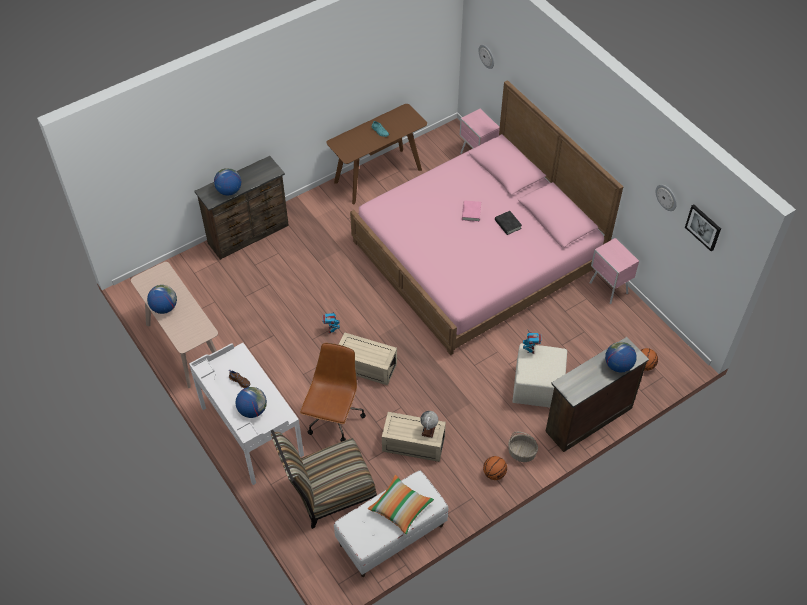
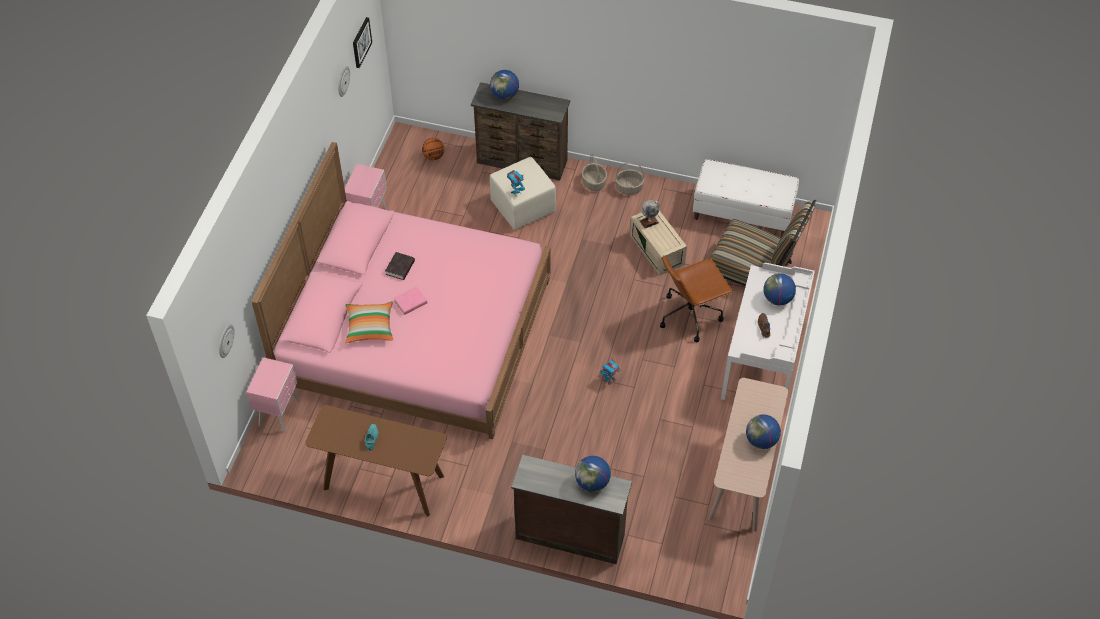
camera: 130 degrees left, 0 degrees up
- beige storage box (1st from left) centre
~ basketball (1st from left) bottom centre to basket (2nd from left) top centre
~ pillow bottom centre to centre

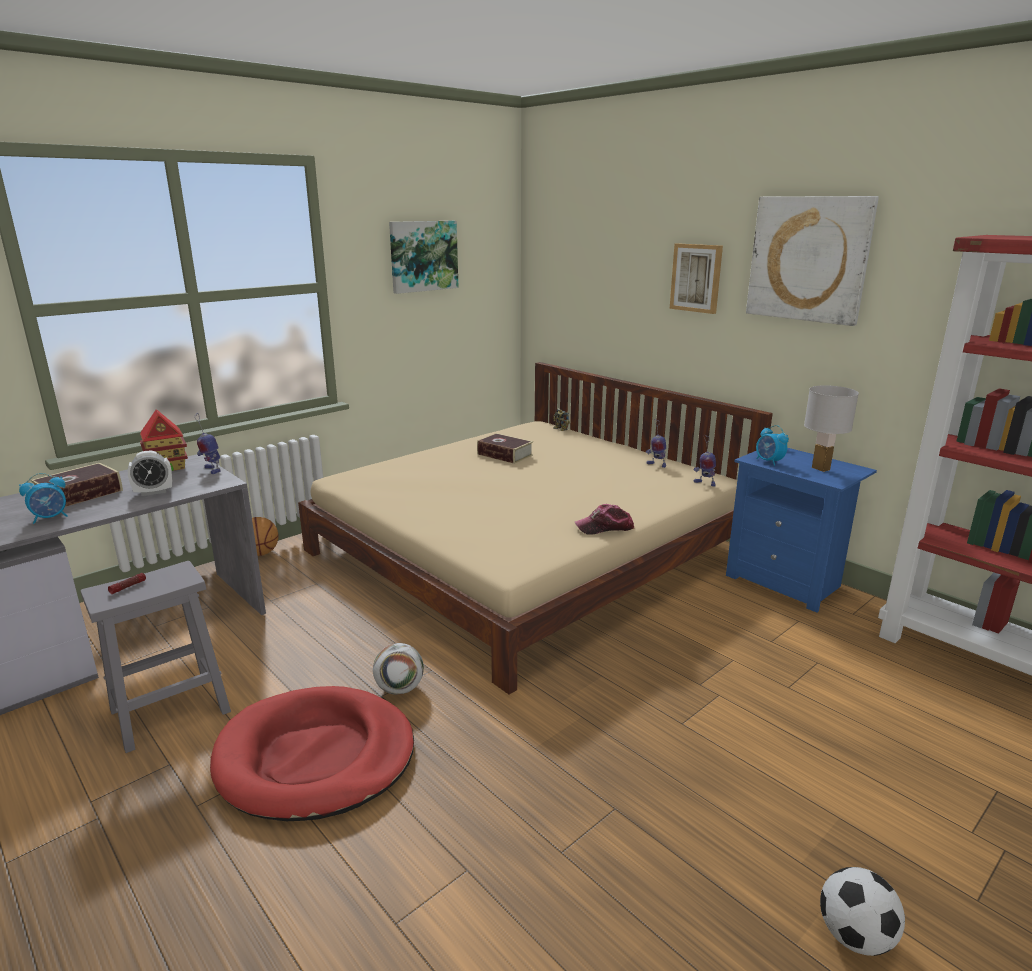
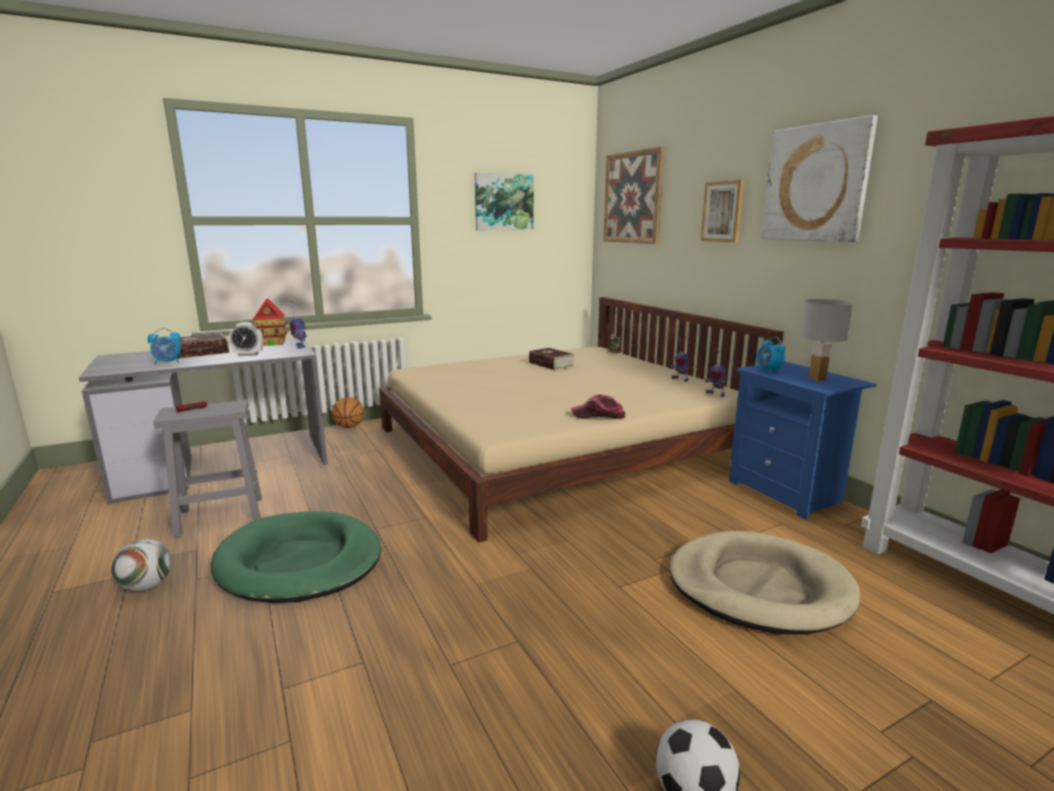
camera: 15 degrees right, 5 degrees down
~ football (1st from left) bottom centre to bottom left
~ red dog bed bottom left to green dog bed bottom left
+ picture (2nd from left) top centre
+ beige dog bed bottom right

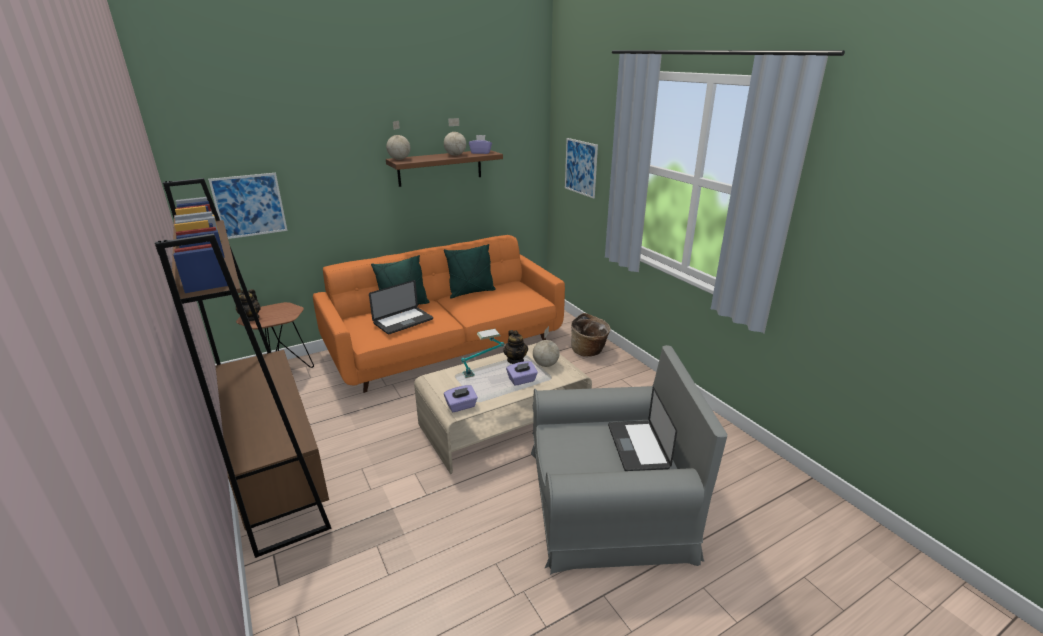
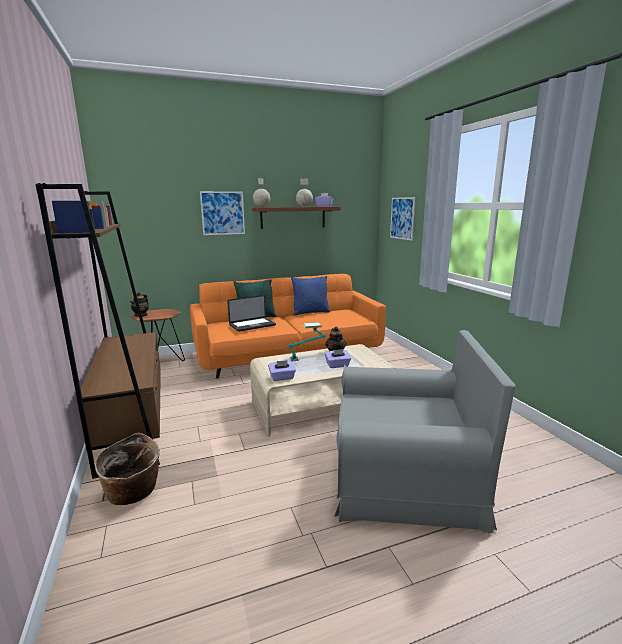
camera: 10 degrees right, 10 degrees down
~ picture (1st from left) top left to top centre
~ green pillow (2nd from left) centre to blue pillow centre
~ basket centre to bottom left
- globe (3rd from left) centre
- laptop (2nd from left) bottom centre

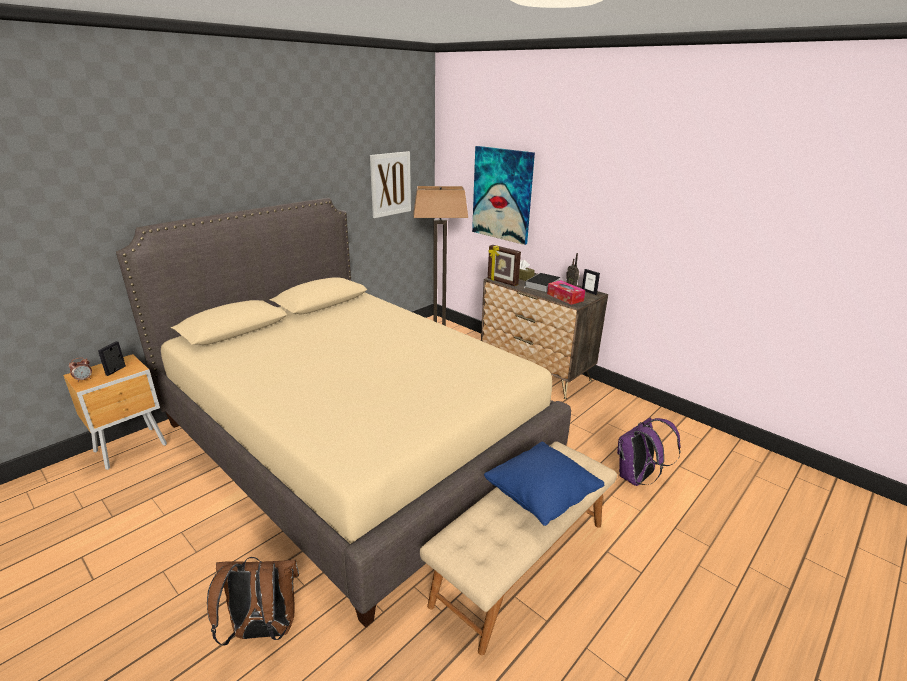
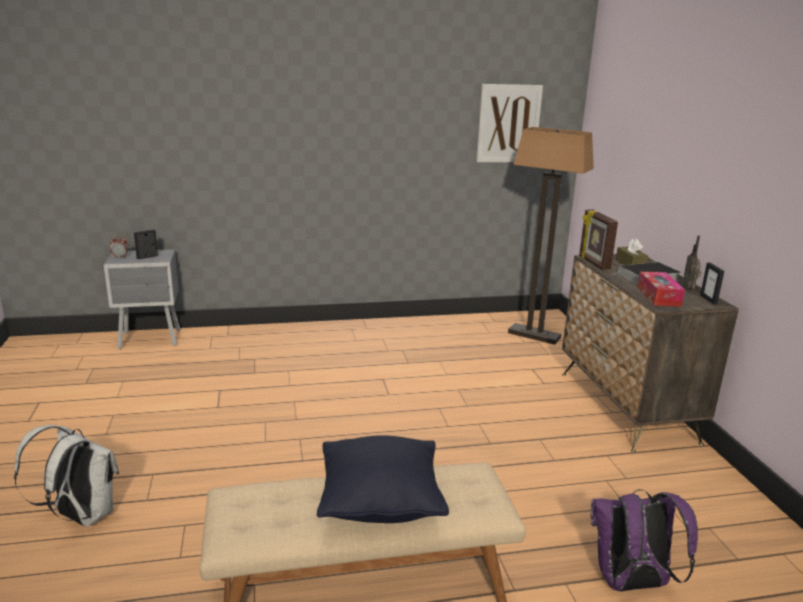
camera: 35 degrees right, 5 degrees down
- picture (2nd from left) top centre
- beige bed centre
~ brown nightstand middle left to grey nightstand middle left
~ blue pillow bottom centre to black pillow bottom centre
~ brown backpack bottom left to white backpack bottom left

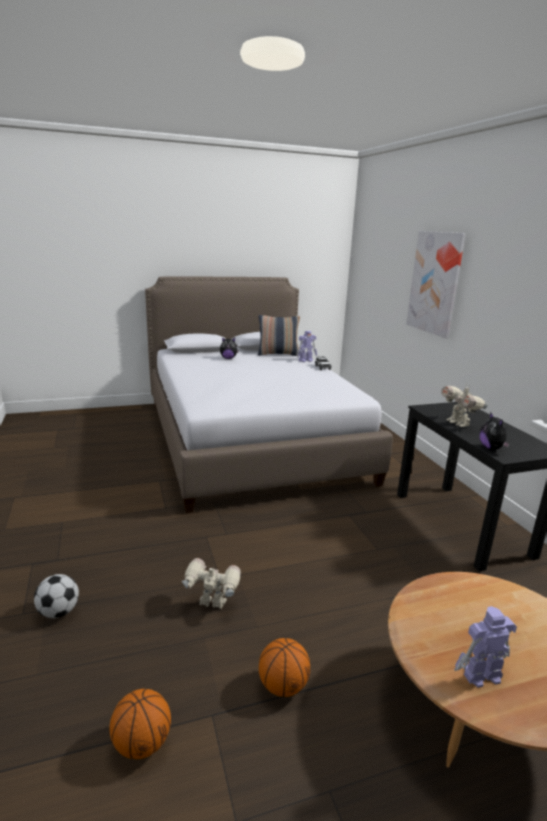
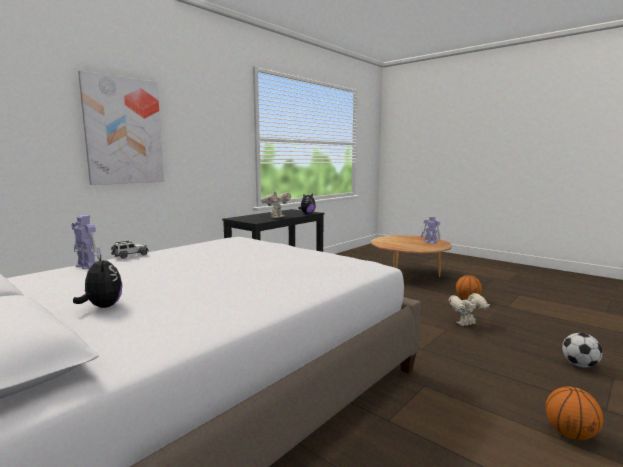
camera: 120 degrees left, 10 degrees down
- pillow centre
~ toy robot (1st from left in the first image) bottom centre = middle right 90 degrees clockwise
~ basketball (1st from left in the first image) bottom left to basketball (2nd from left) bottom right

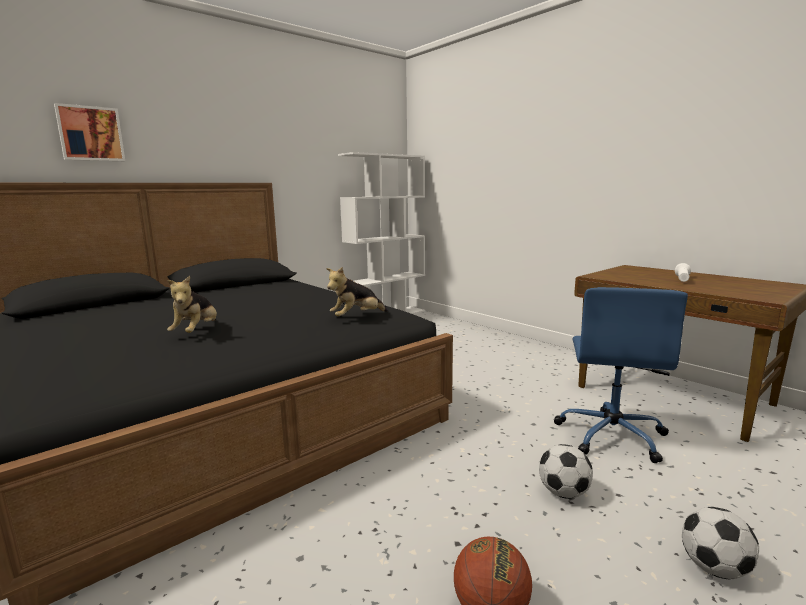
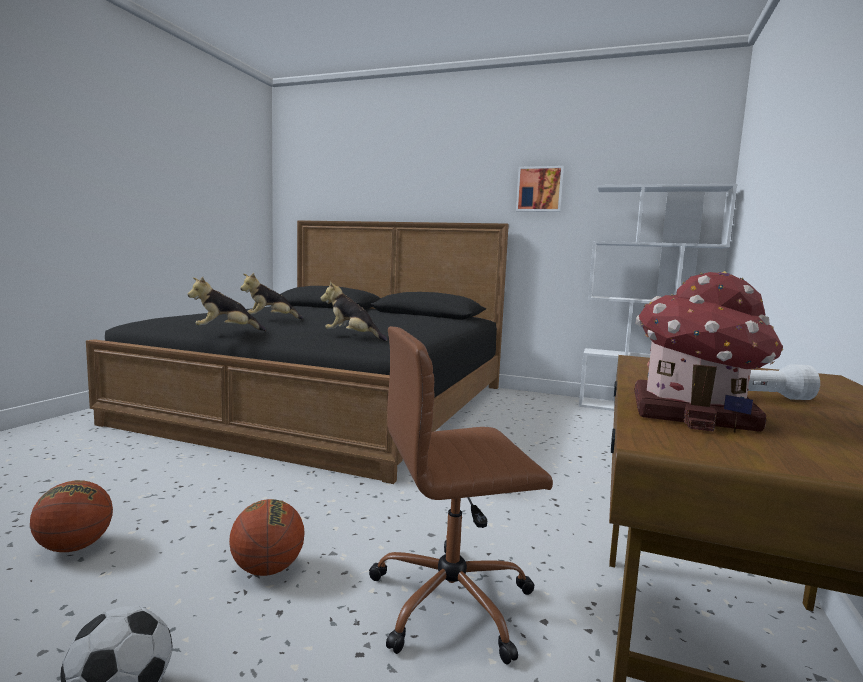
camera: 60 degrees right, 5 degrees down
~ picture top left to top centre
~ blue office chair middle right to brown office chair bottom centre
~ football (1st from left) bottom right to basketball (2nd from left) bottom left
+ toy house middle right
+ plush toy (1st from left) middle left

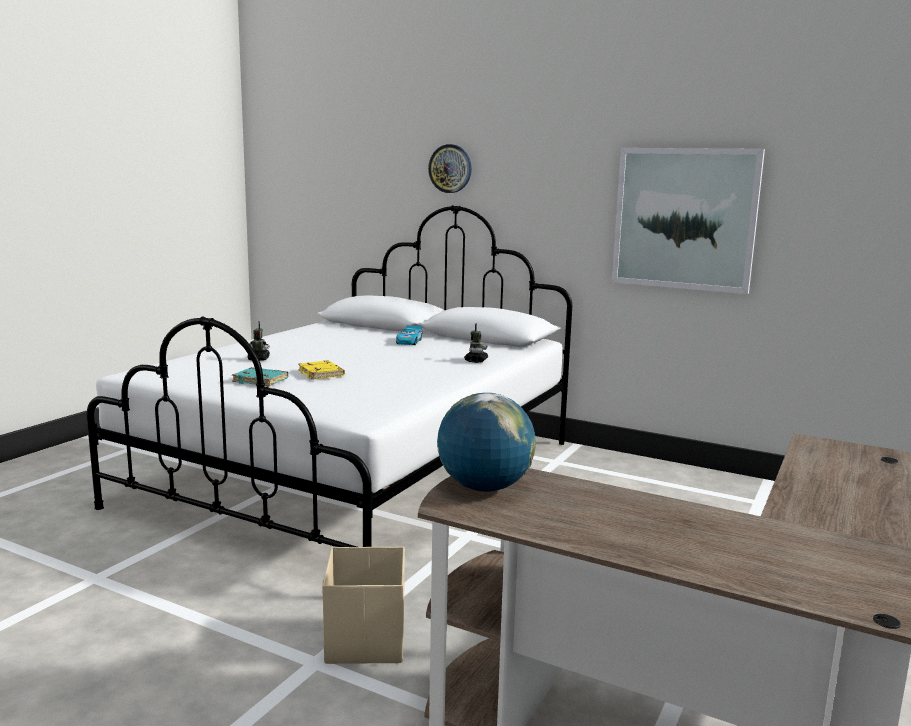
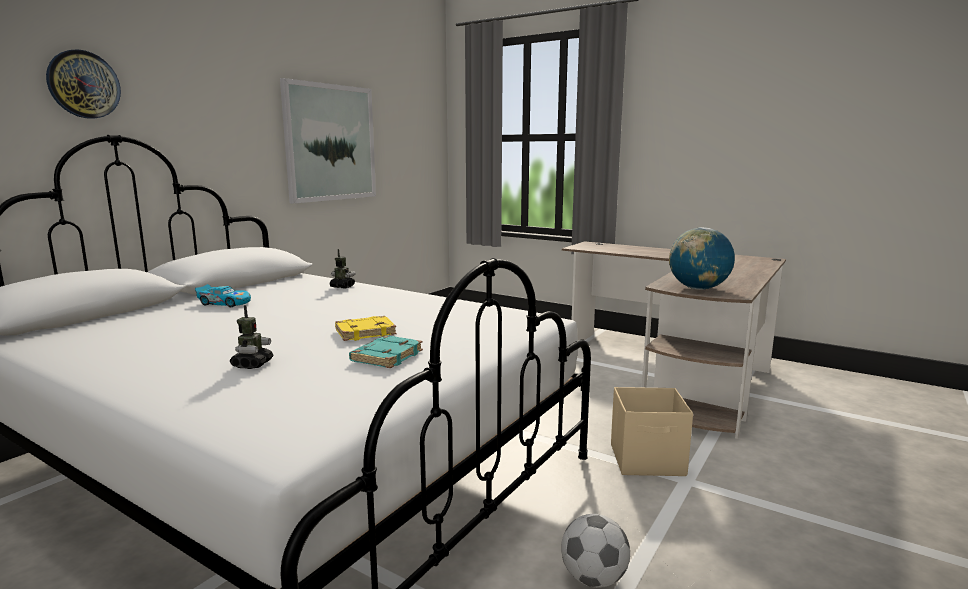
camera: 85 degrees left, 0 degrees up
+ football bottom centre

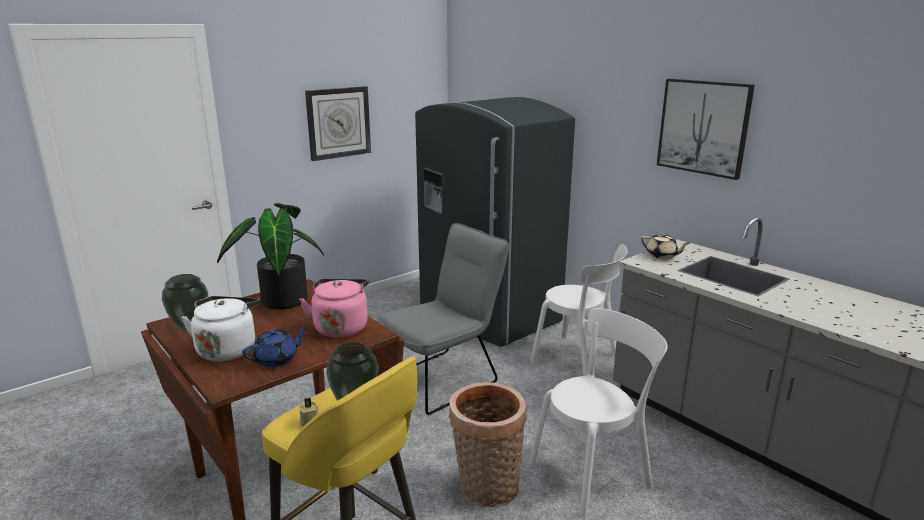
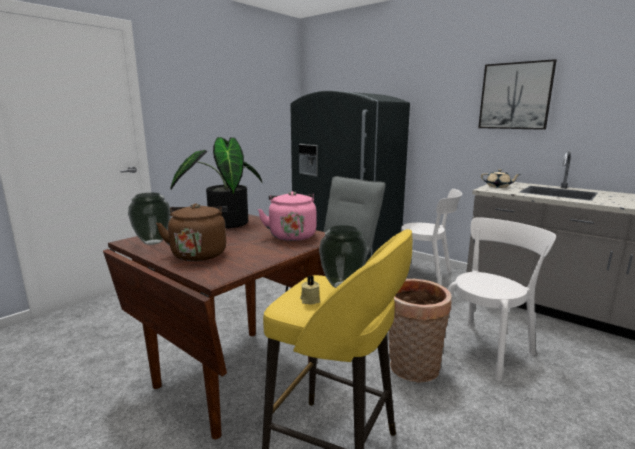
camera: 10 degrees left, 5 degrees down
- wall clock top centre
~ white kettle middle left to brown kettle middle left
- blue teapot bottom left

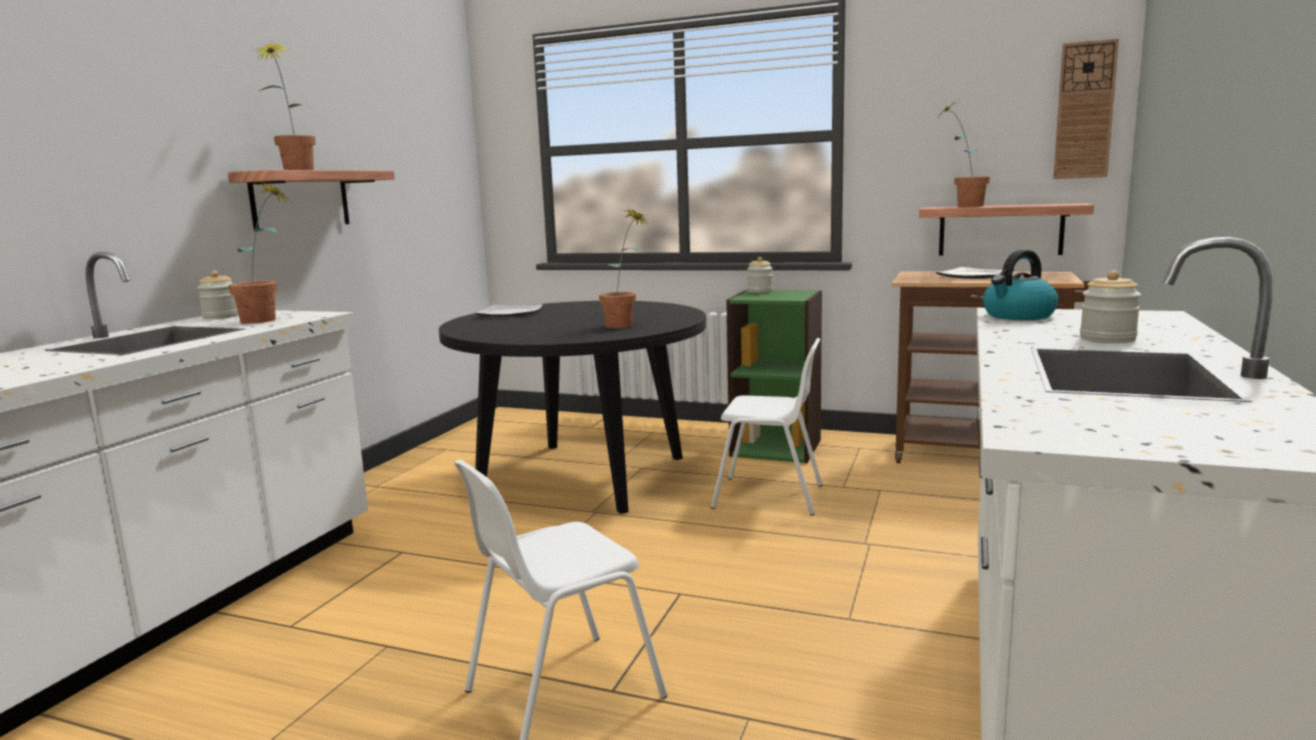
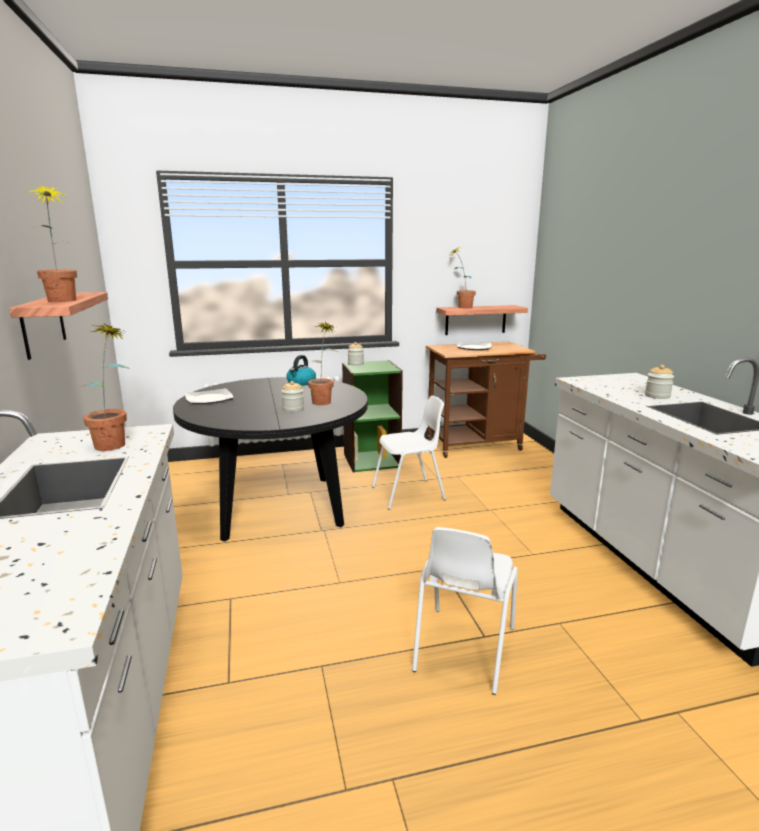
camera: 35 degrees left, 5 degrees up
- wall clock top right
~ kettle middle right to centre
~ jar (1st from left) middle left to centre

